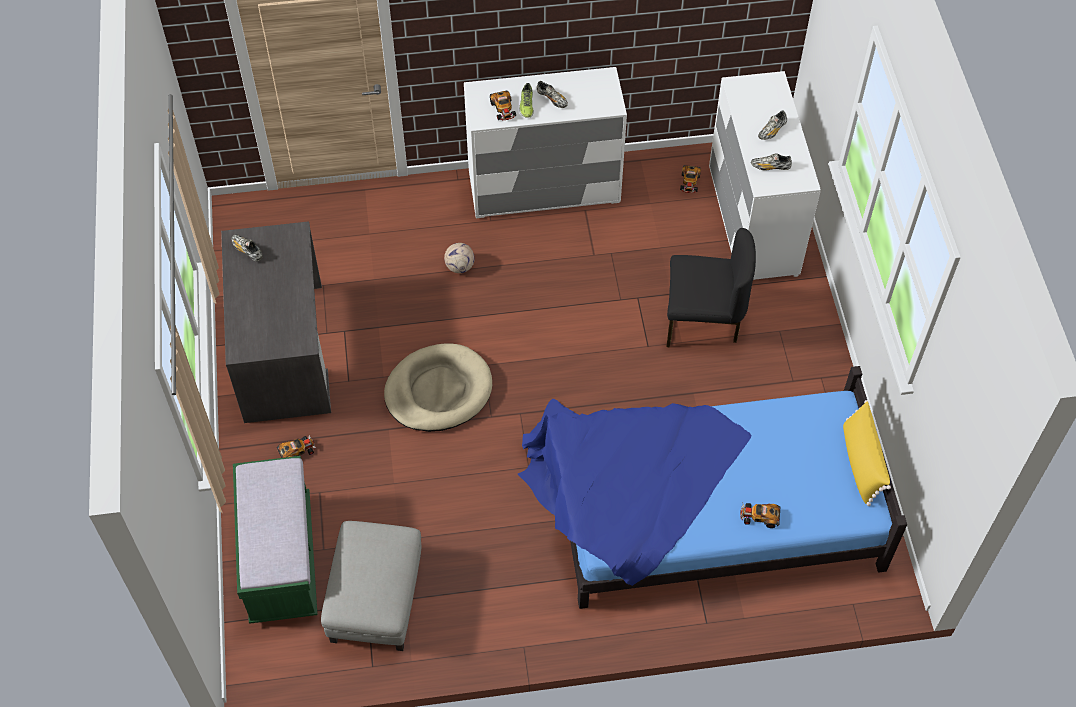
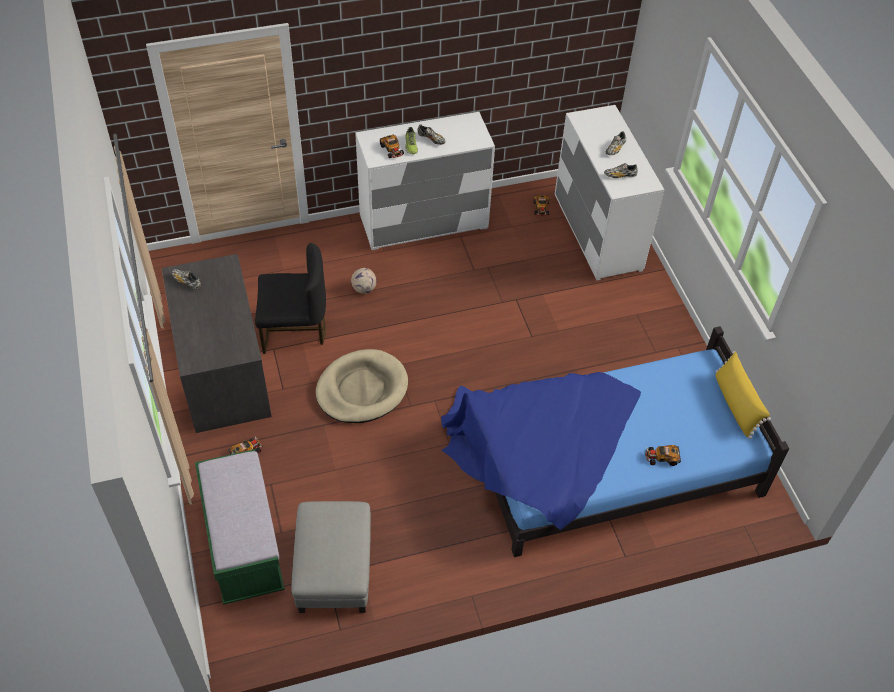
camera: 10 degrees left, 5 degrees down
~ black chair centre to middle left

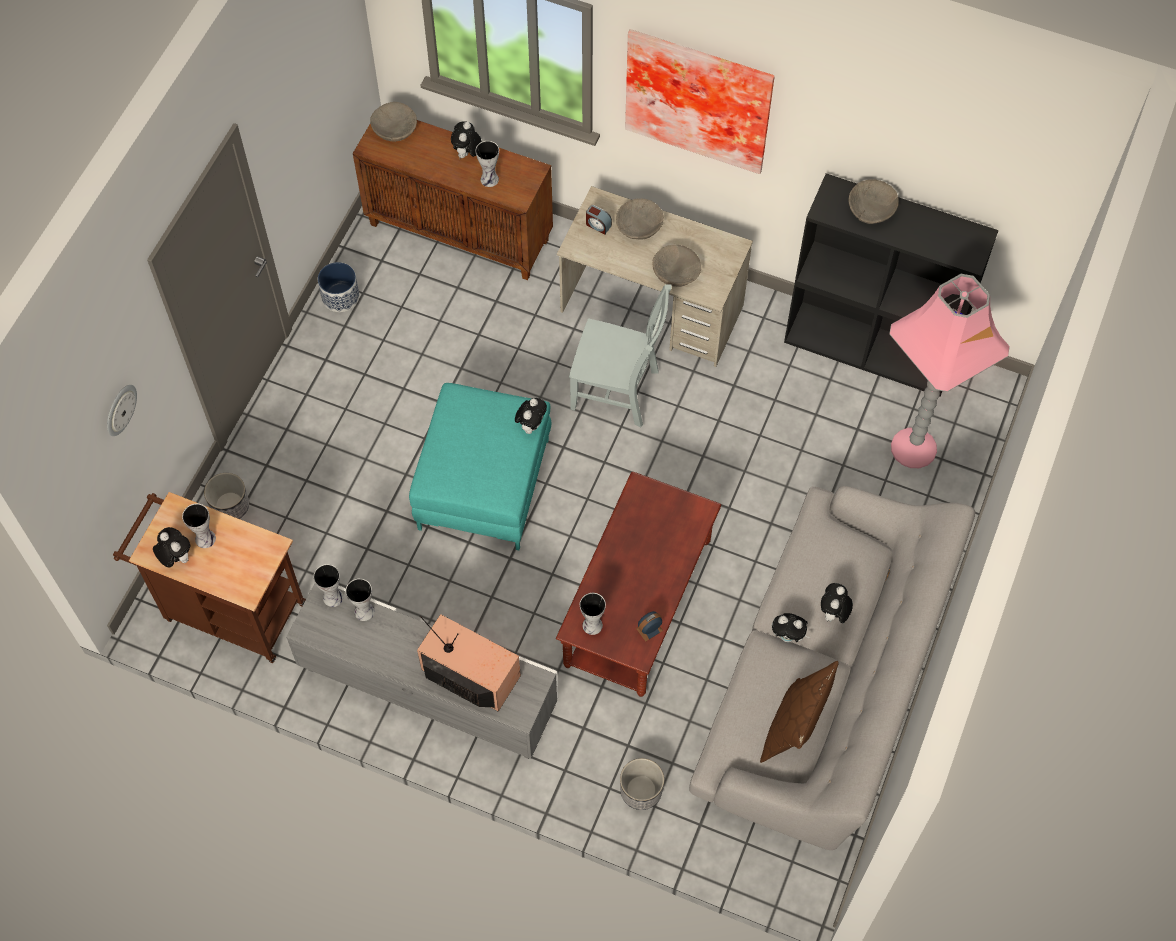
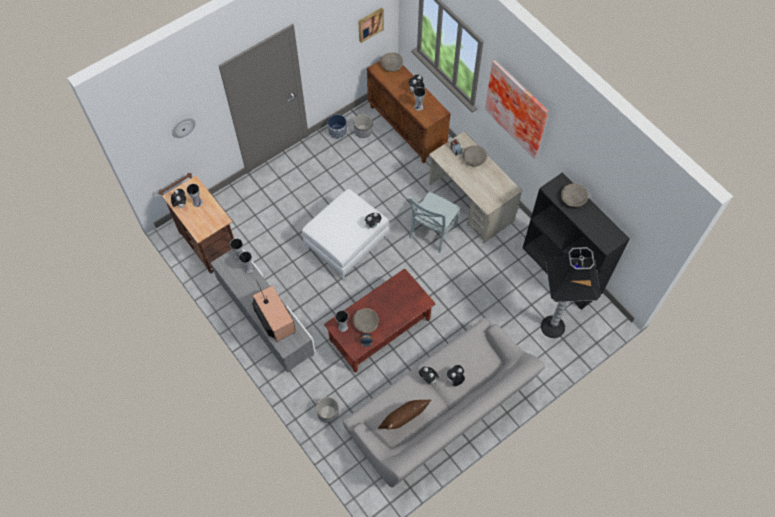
camera: 30 degrees right, 0 degrees up
~ beige bowl (3rd from left in the first image) top centre to beige bowl (1st from left) centre
~ pink floor lamp middle right to black floor lamp middle right
~ grey chair centre = centre 75 degrees clockwise
~ turquoise ottoman centre to white ottoman centre
~ planter (1st from left in the first image) middle left to planter (3rd from left) top centre
+ picture (1st from left) top centre

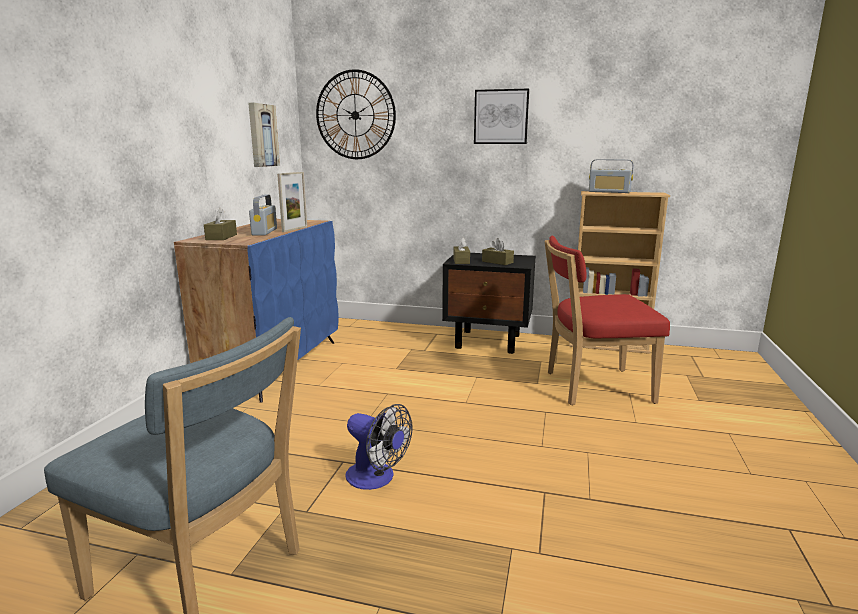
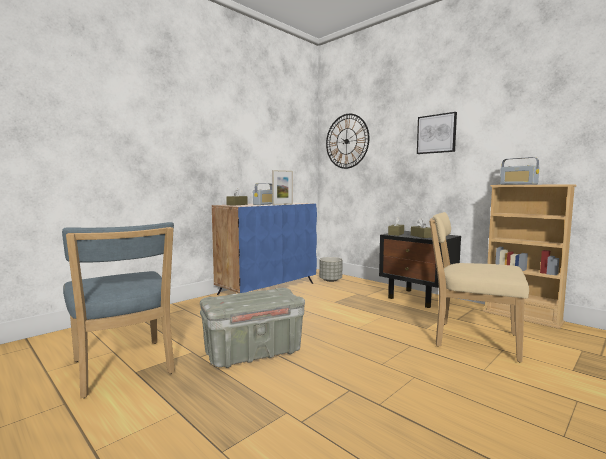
camera: 30 degrees right, 10 degrees down
- picture (1st from left) top left
~ red chair middle right to beige chair middle right
~ fan bottom centre to grey storage box bottom centre
+ grey planter centre

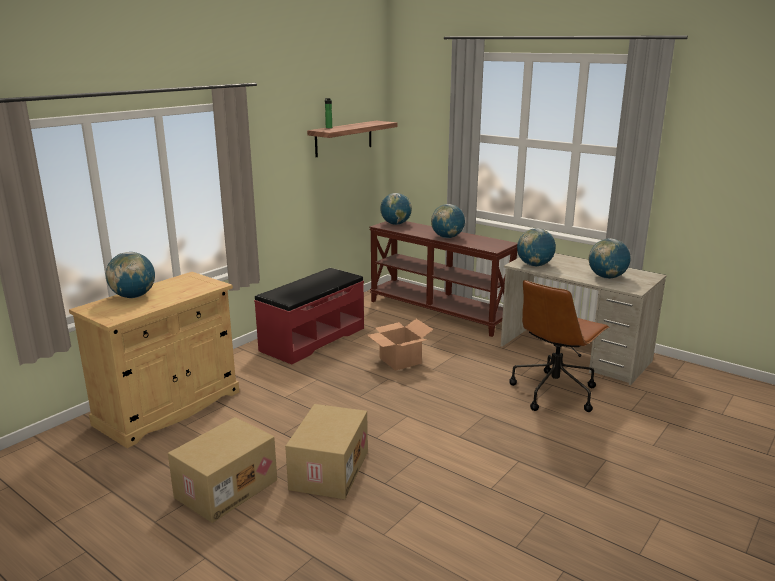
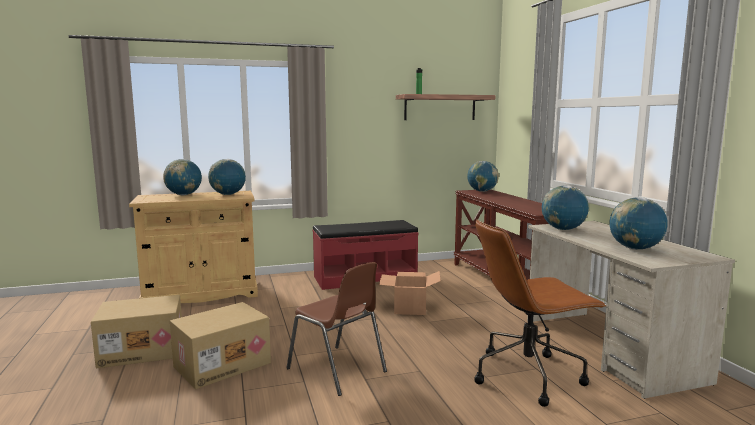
camera: 35 degrees right, 10 degrees down
~ globe (3rd from left in the first image) centre to globe (2nd from left) middle left
+ brown chair bottom centre

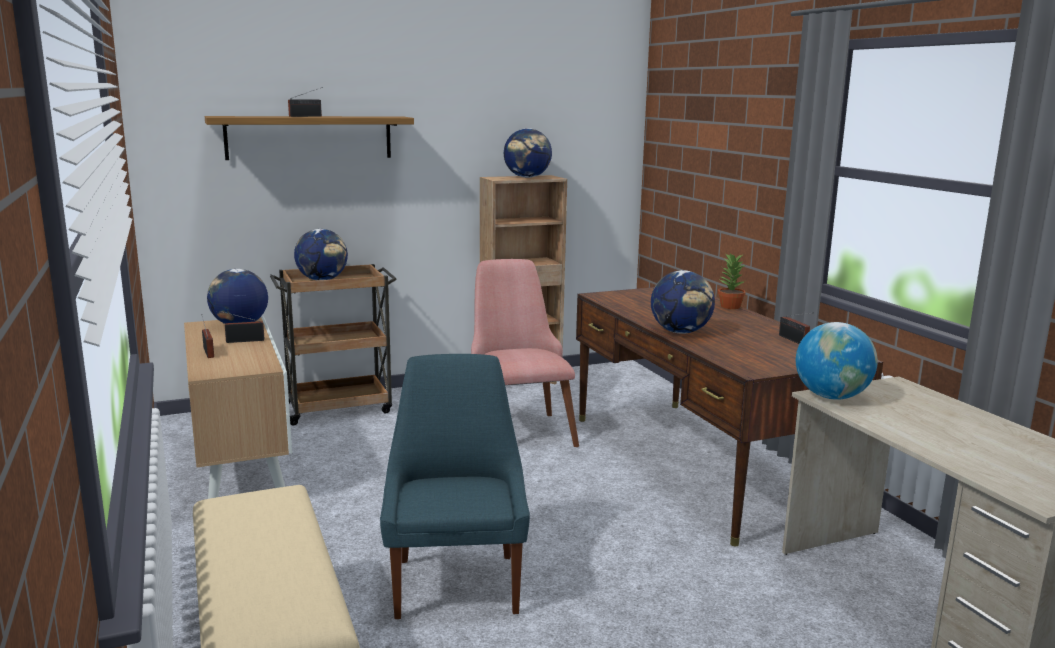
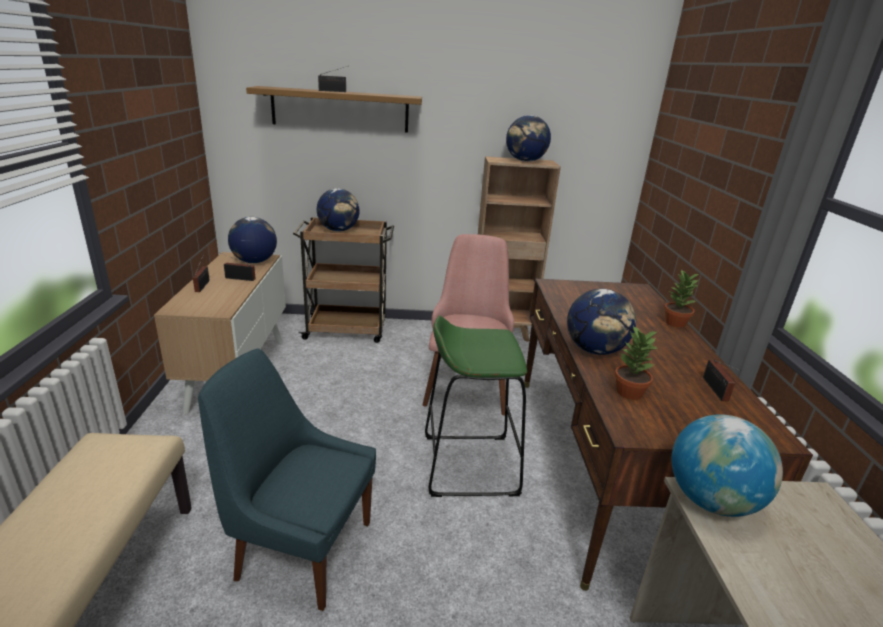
camera: 20 degrees right, 10 degrees up
~ blue chair bottom centre = bottom left 90 degrees counterclockwise
+ green stool centre
+ potted plant (1st from left) middle right

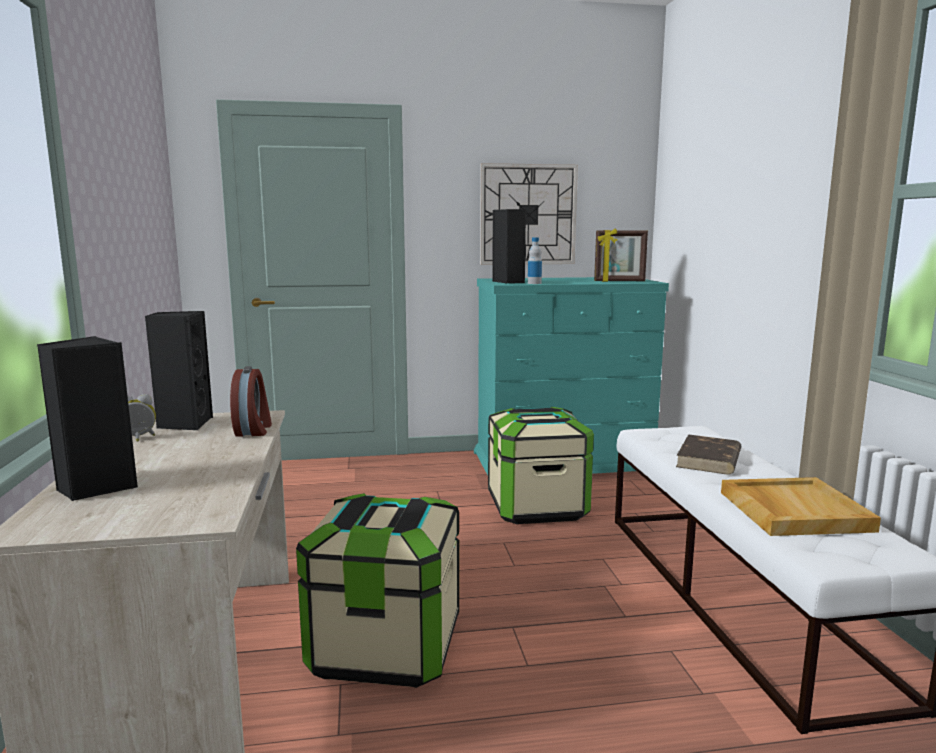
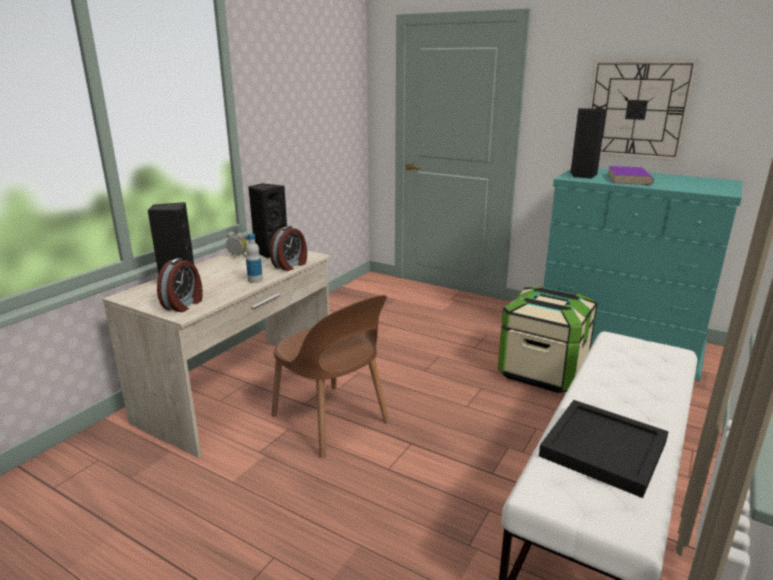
camera: 40 degrees right, 10 degrees up
- picture frame centre
~ bottle centre to middle left
- brown book middle right
~ beige tray bottom right to black tray bottom right
~ storage box (1st from left) bottom centre to brown chair centre
+ purple book top right
+ alarm clock (1st from left) middle left

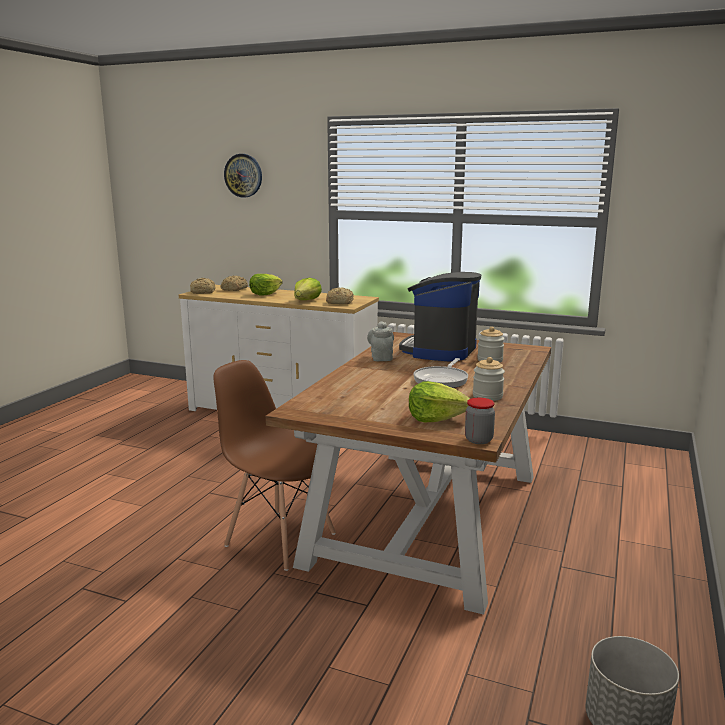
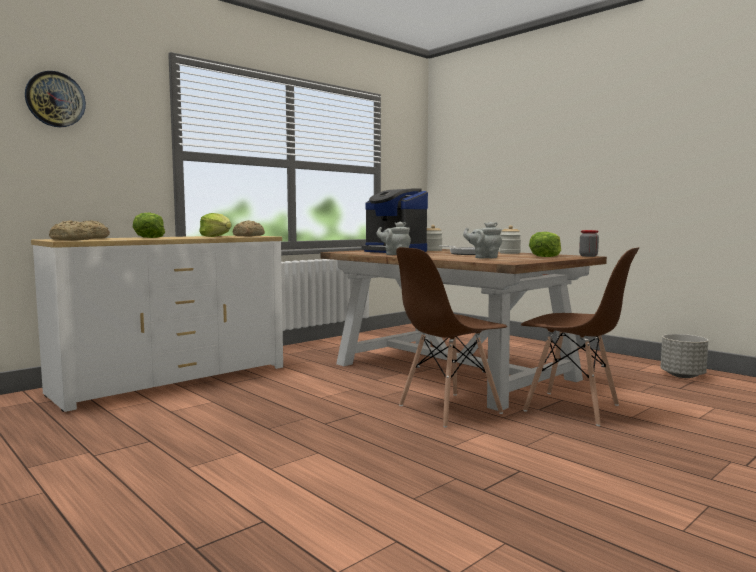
camera: 65 degrees left, 10 degrees down
+ grey teapot (2nd from left) centre
+ brown chair (2nd from left) middle right

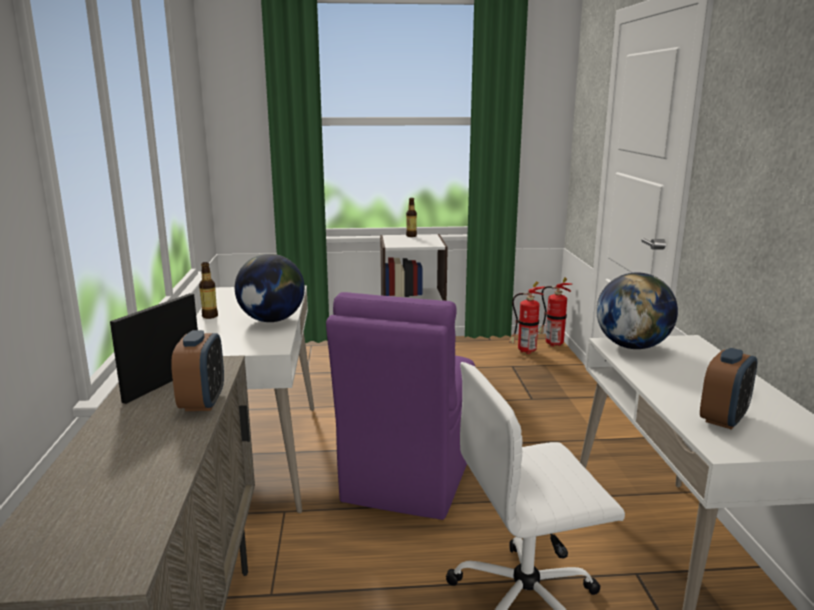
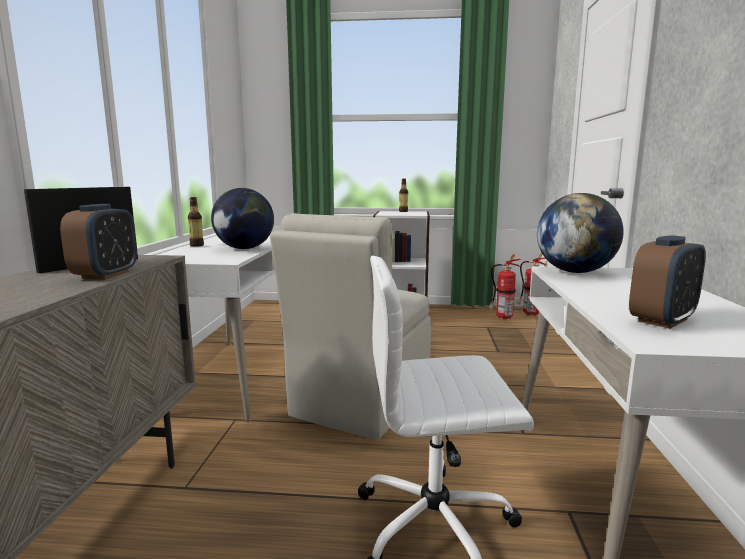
camera: 10 degrees right, 5 degrees down
~ purple chair centre to beige chair centre

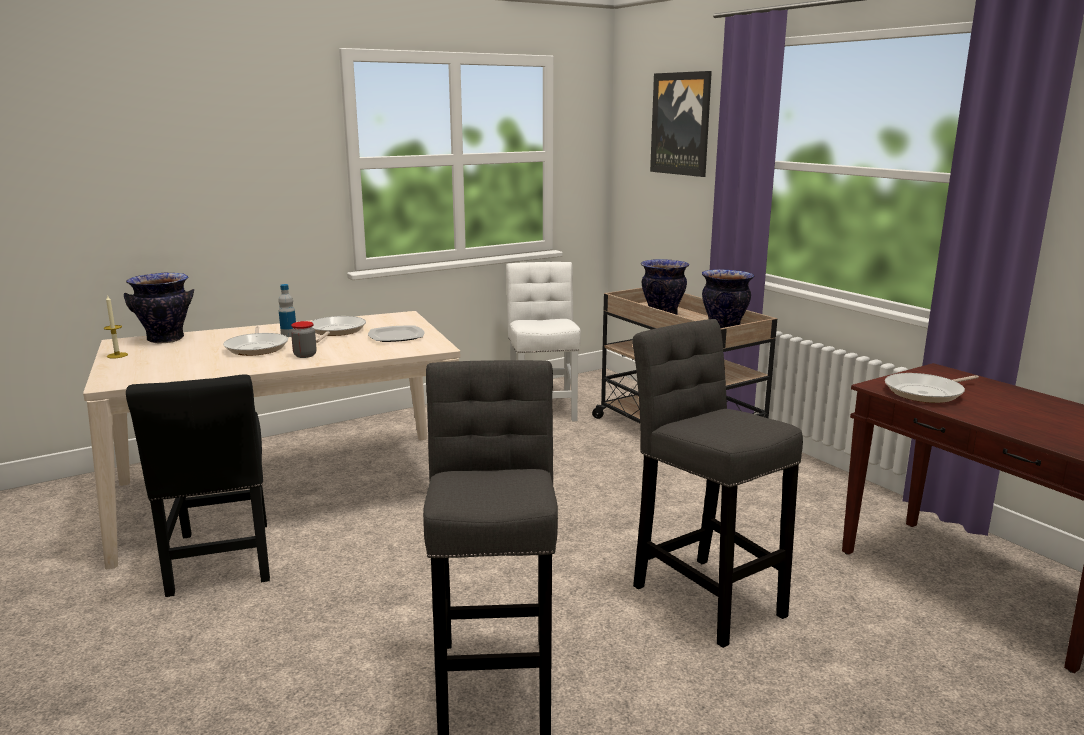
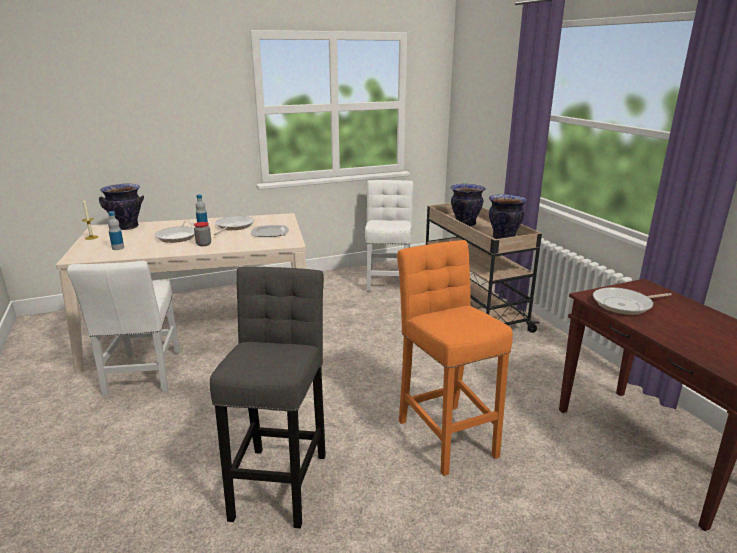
camera: 10 degrees right, 5 degrees up
- picture top centre
~ grey stool (2nd from left) centre to orange stool centre
~ black chair middle left to white chair (1st from left) middle left
+ bottle (1st from left) middle left

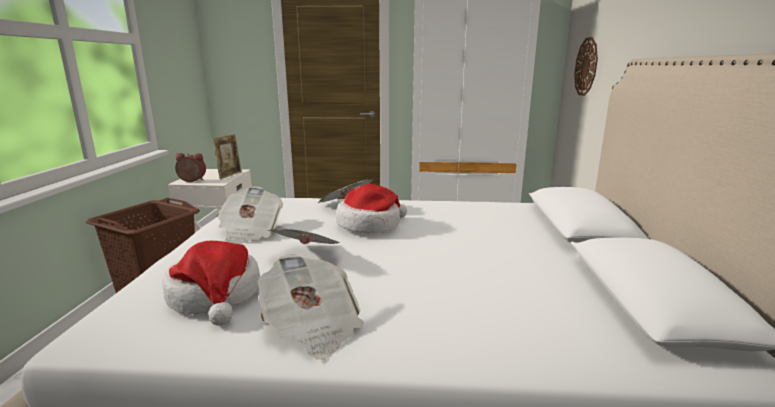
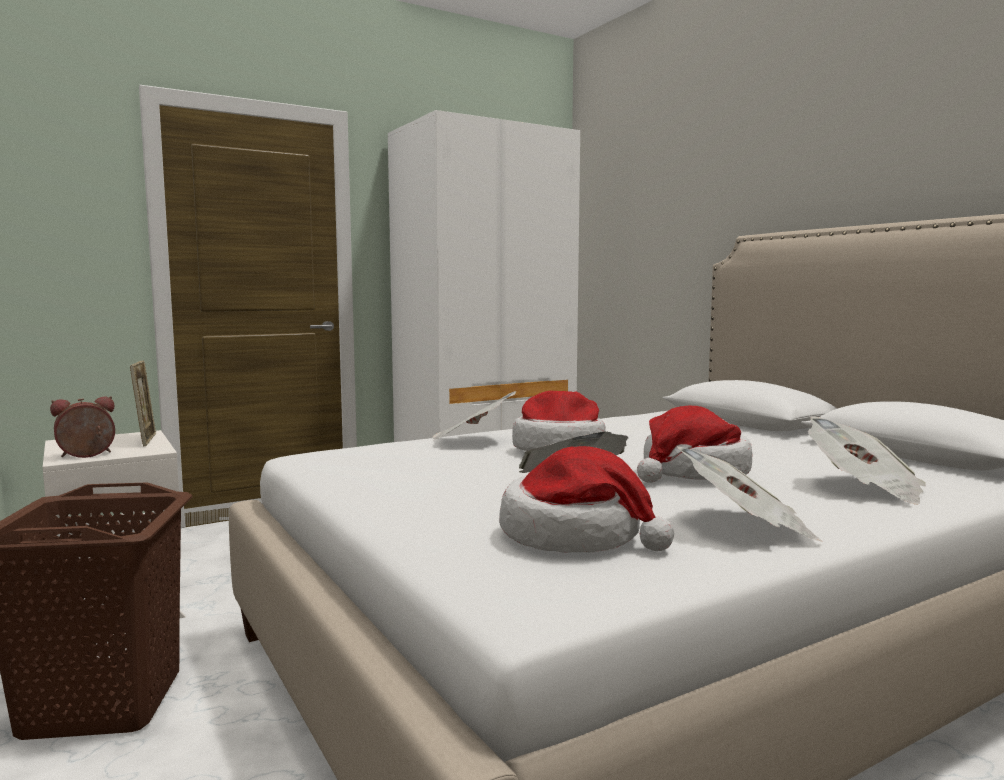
camera: 35 degrees left, 10 degrees down
- wall clock top right
~ newspaper (1st from left in the first image) middle left to newspaper (4th from left) middle right
+ hat (3rd from left) middle right

